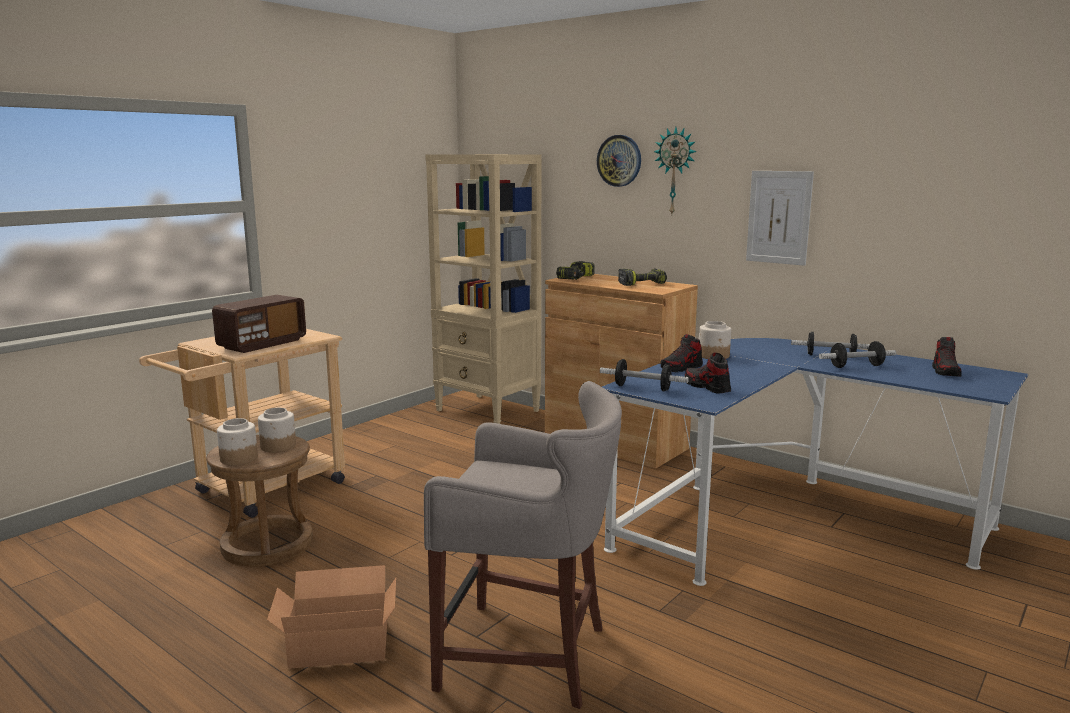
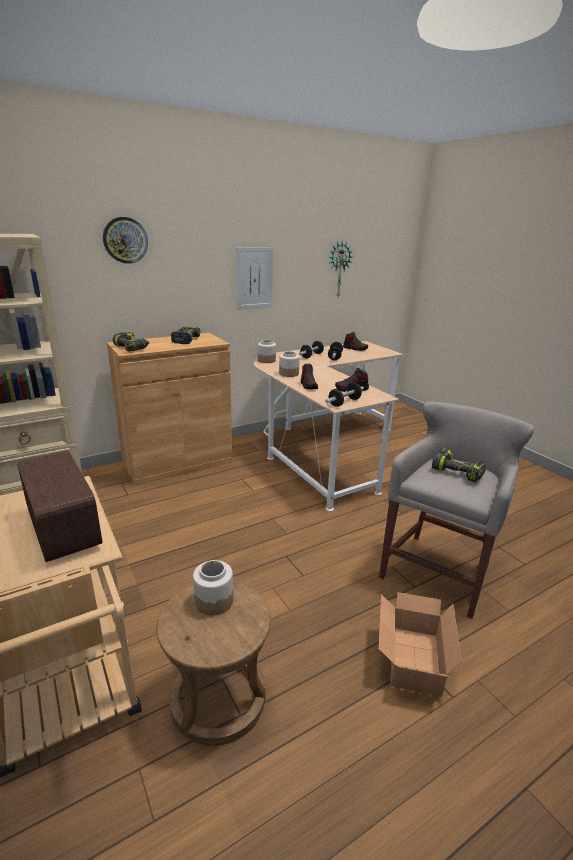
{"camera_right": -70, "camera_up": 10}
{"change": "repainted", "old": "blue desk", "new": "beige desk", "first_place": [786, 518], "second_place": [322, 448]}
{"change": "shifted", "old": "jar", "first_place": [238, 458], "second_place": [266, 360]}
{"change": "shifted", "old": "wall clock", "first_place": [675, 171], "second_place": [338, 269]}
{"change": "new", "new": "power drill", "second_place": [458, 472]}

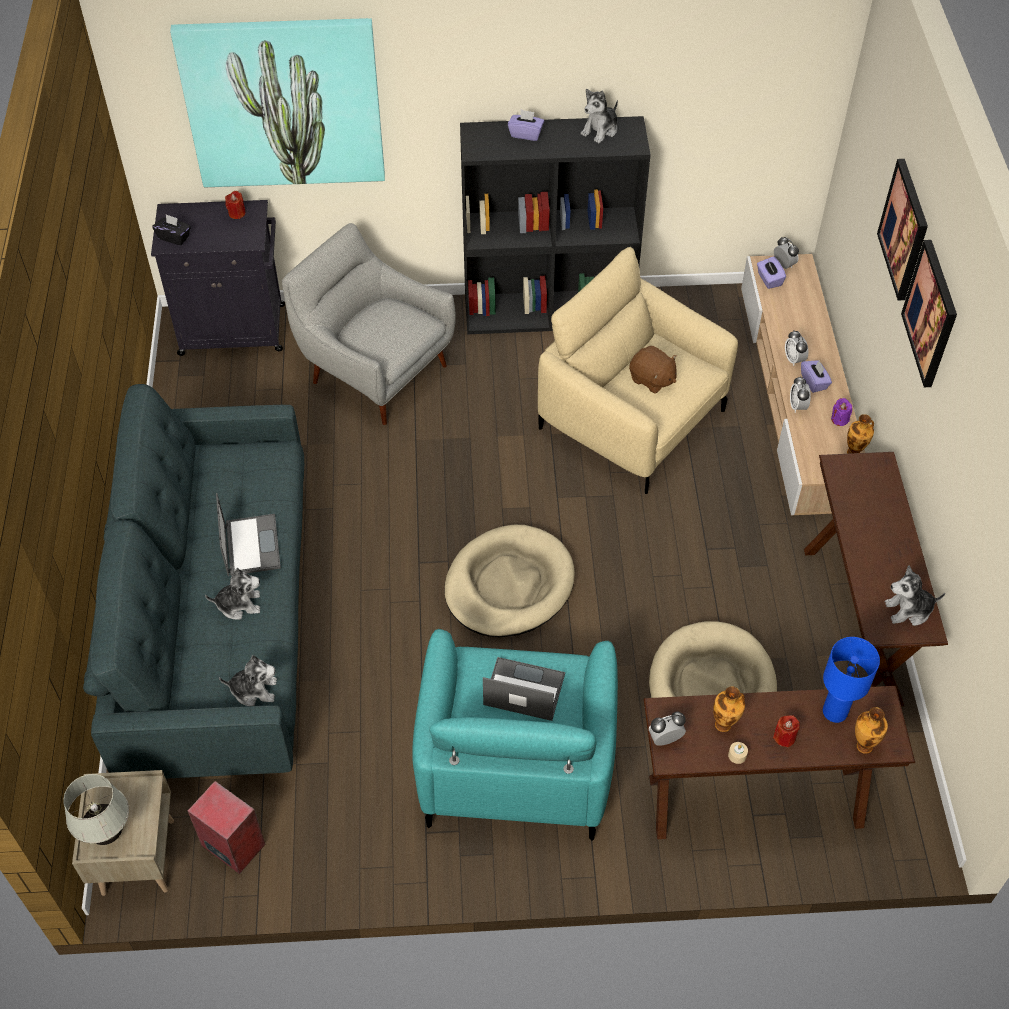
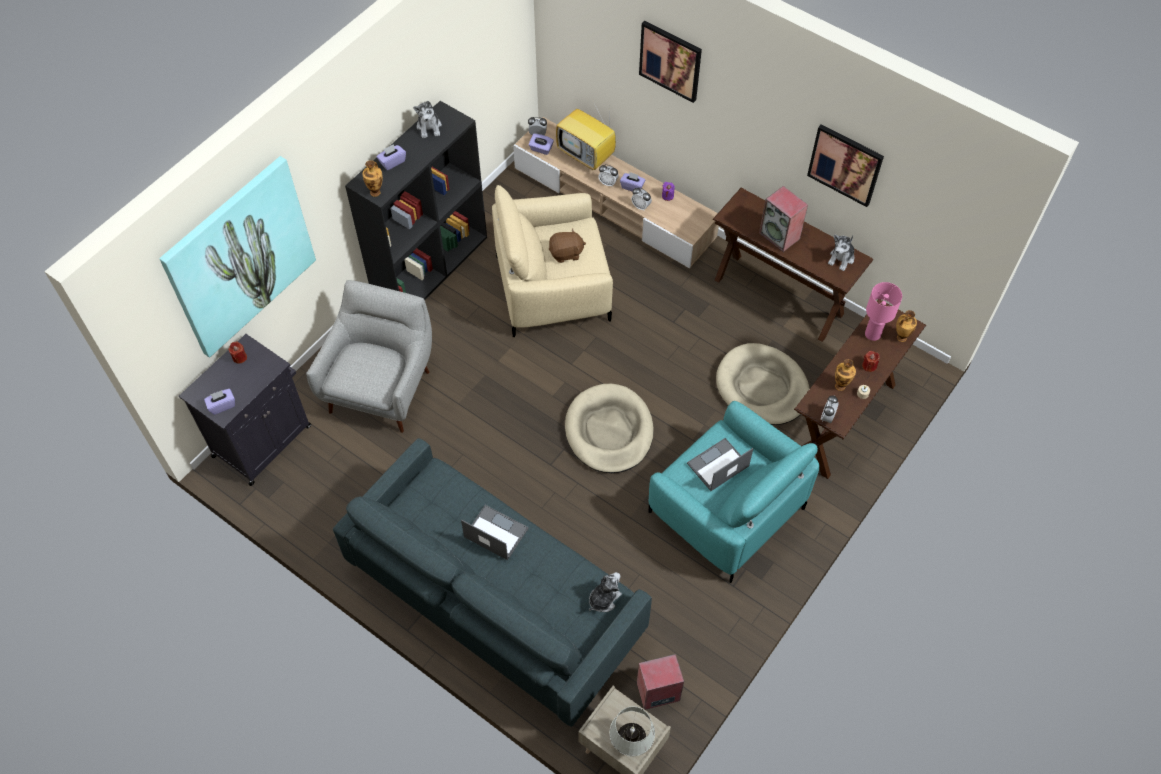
{"camera_right": -50, "camera_up": 5}
{"change": "repainted", "old": "black tissue box", "new": "purple tissue box", "first_place": [174, 237], "second_place": [222, 405]}
{"change": "rotated", "old": "grey armchair", "first_place": [374, 371], "second_place": [382, 387], "degrees": 120}
{"change": "shifted", "old": "vase", "first_place": [854, 453], "second_place": [376, 192]}
{"change": "new", "new": "television", "second_place": [587, 155]}
{"change": "new", "new": "speaker", "second_place": [780, 236]}
{"change": "shifted", "old": "picture", "first_place": [931, 313], "second_place": [845, 164]}
{"change": "repainted", "old": "blue table lamp", "new": "pink table lamp", "first_place": [834, 711], "second_place": [872, 334]}
{"change": "gone", "old": "plush toy", "first_place": [239, 604]}

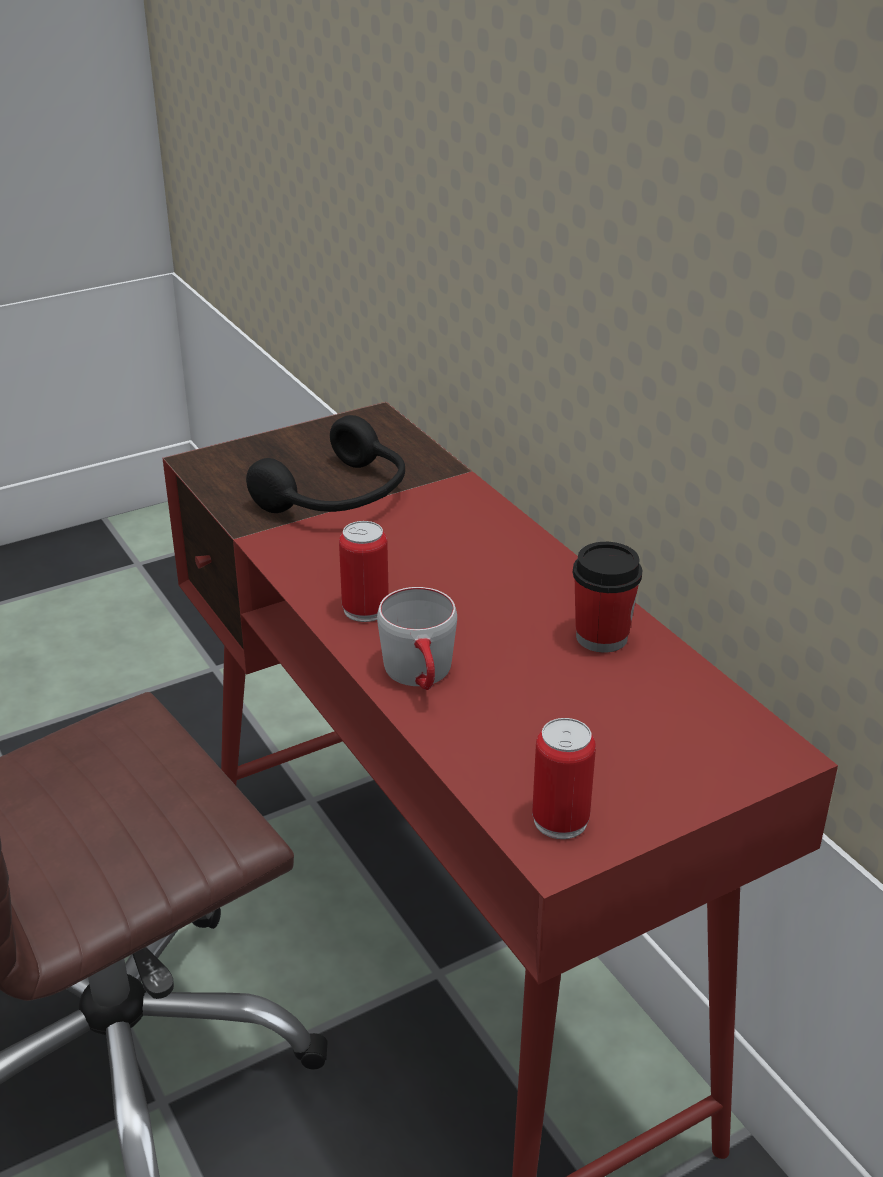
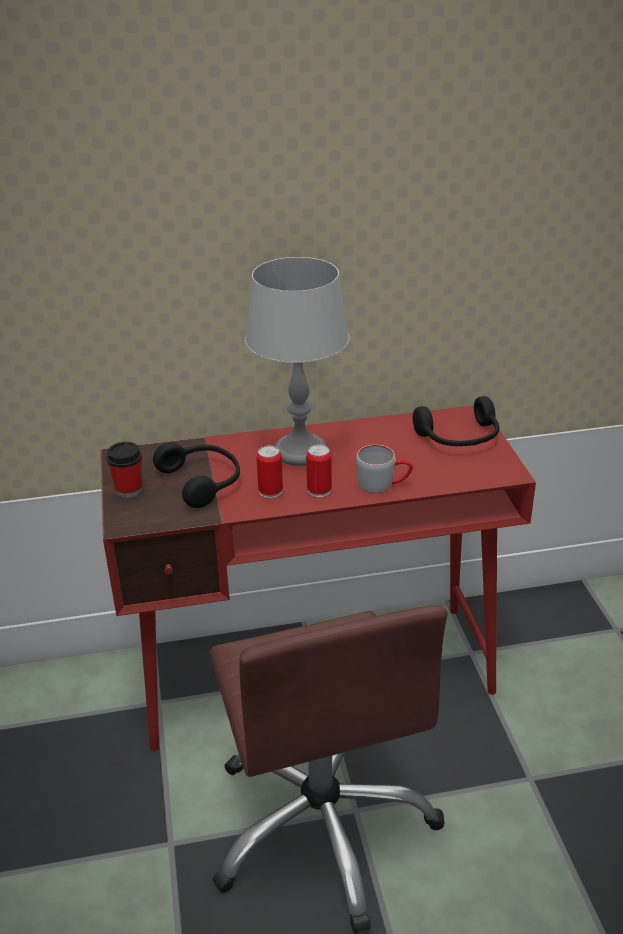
{"camera_right": -70, "camera_up": 0}
{"change": "shifted", "old": "cup", "first_place": [601, 637], "second_place": [129, 490]}
{"change": "new", "new": "grey table lamp", "second_place": [300, 452]}
{"change": "shifted", "old": "can", "first_place": [560, 820], "second_place": [270, 491]}
{"change": "new", "new": "black headphones", "second_place": [459, 438]}

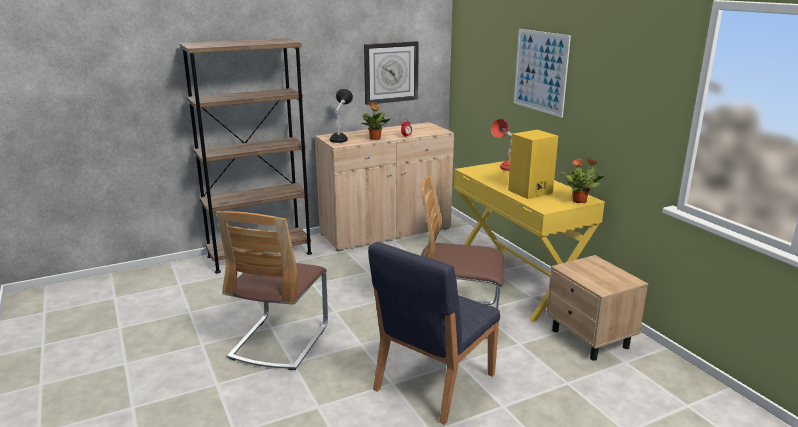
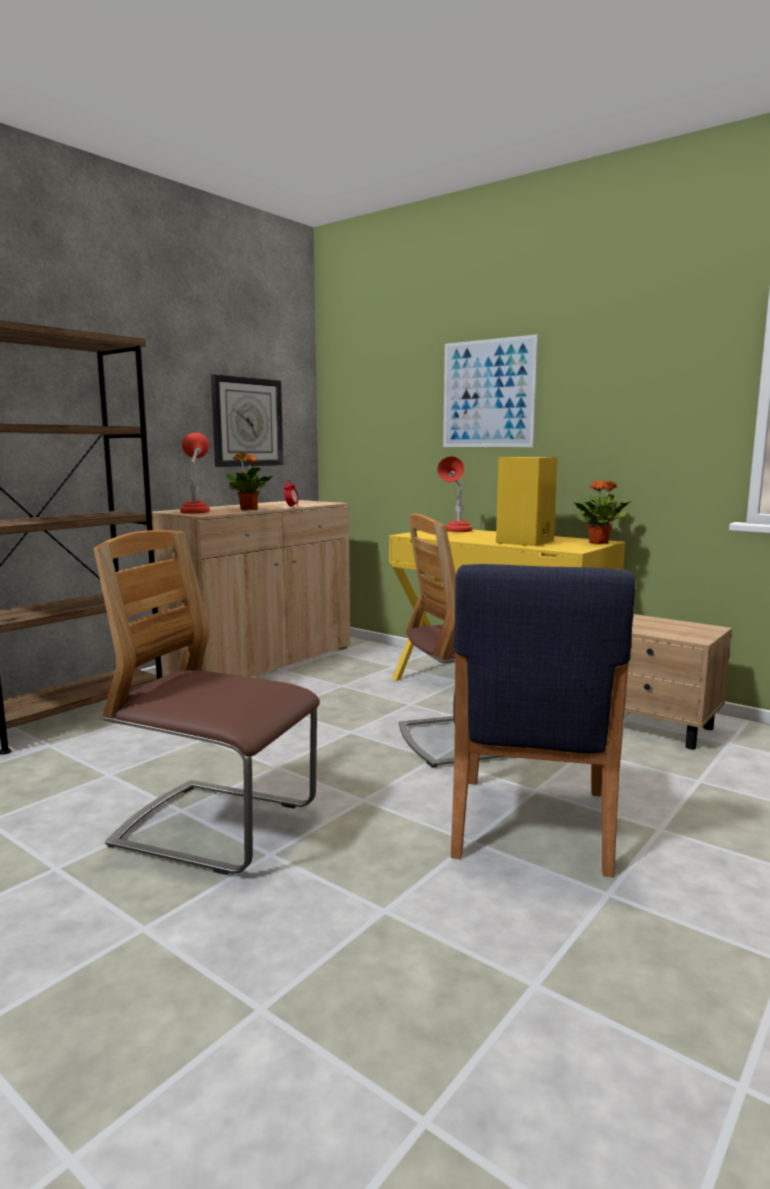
{"camera_right": -25, "camera_up": -10}
{"change": "rotated", "old": "chair", "first_place": [279, 341], "second_place": [216, 827], "degrees": 120}
{"change": "repainted", "old": "black table lamp", "new": "red table lamp", "first_place": [340, 139], "second_place": [196, 512]}

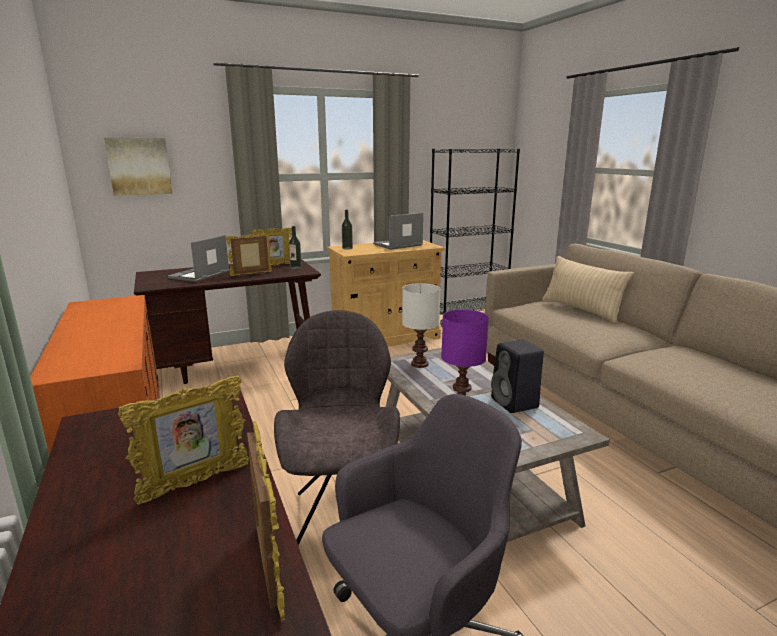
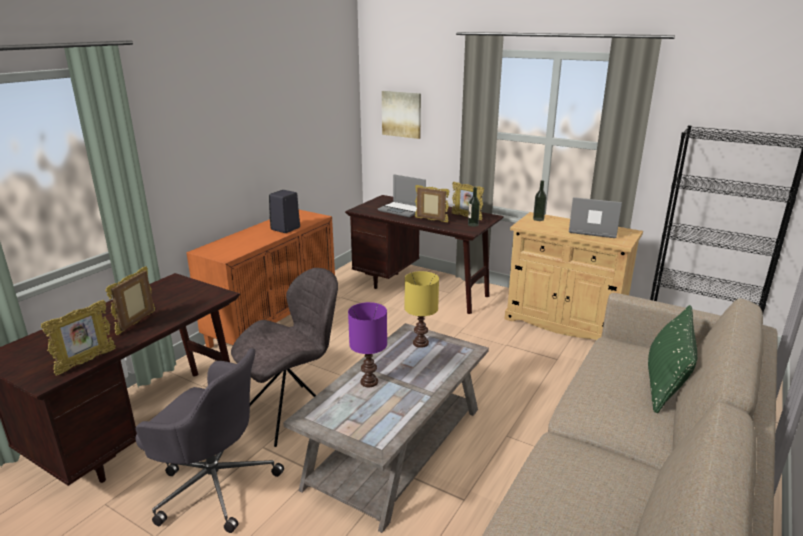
{"camera_right": 55, "camera_up": 5}
{"change": "rotated", "old": "picture frame", "first_place": [195, 483], "second_place": [137, 323], "degrees": 90}
{"change": "shifted", "old": "black speaker", "first_place": [515, 403], "second_place": [285, 229]}
{"change": "rotated", "old": "laptop", "first_place": [200, 275], "second_place": [402, 210], "degrees": -135}
{"change": "repainted", "old": "white table lamp", "new": "yellow table lamp", "first_place": [420, 364], "second_place": [421, 343]}
{"change": "repainted", "old": "beige pillow", "new": "green pillow", "first_place": [581, 310], "second_place": [666, 382]}

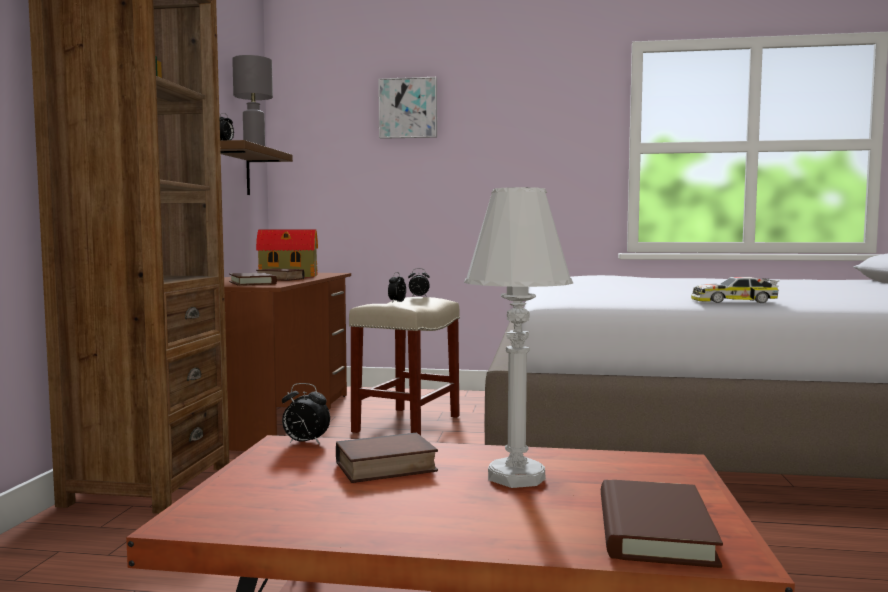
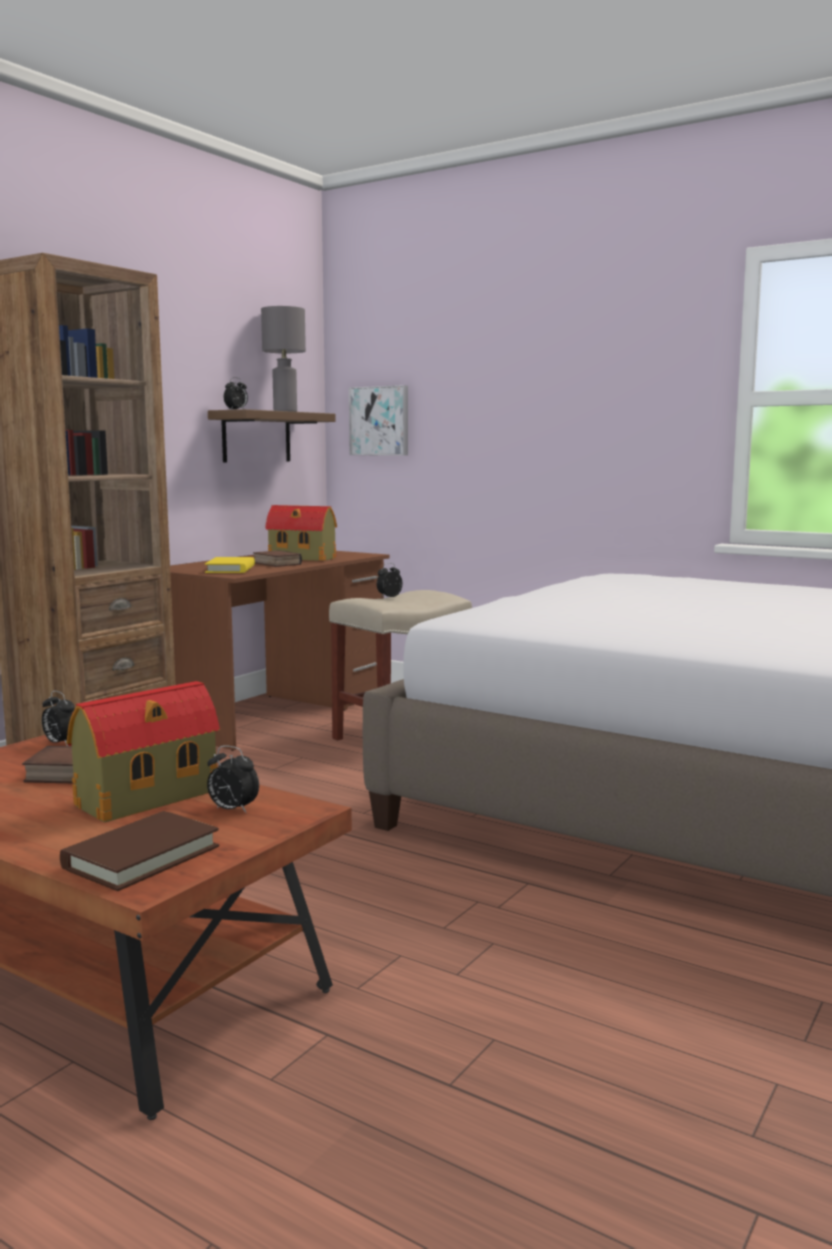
{"camera_right": 25, "camera_up": 5}
{"change": "swapped", "old": "white table lamp", "new": "toy house", "first_place": [516, 477], "second_place": [144, 799]}
{"change": "repainted", "old": "brown book", "new": "yellow book", "first_place": [252, 283], "second_place": [230, 569]}
{"change": "shifted", "old": "alarm clock", "first_place": [418, 297], "second_place": [232, 810]}
{"change": "shifted", "old": "picture", "first_place": [408, 108], "second_place": [380, 421]}
{"change": "gone", "old": "toy car", "first_place": [733, 301]}

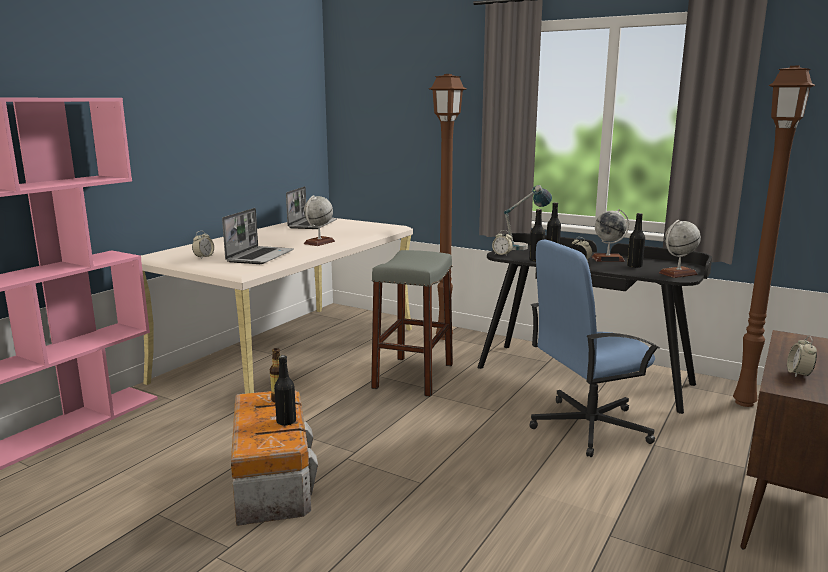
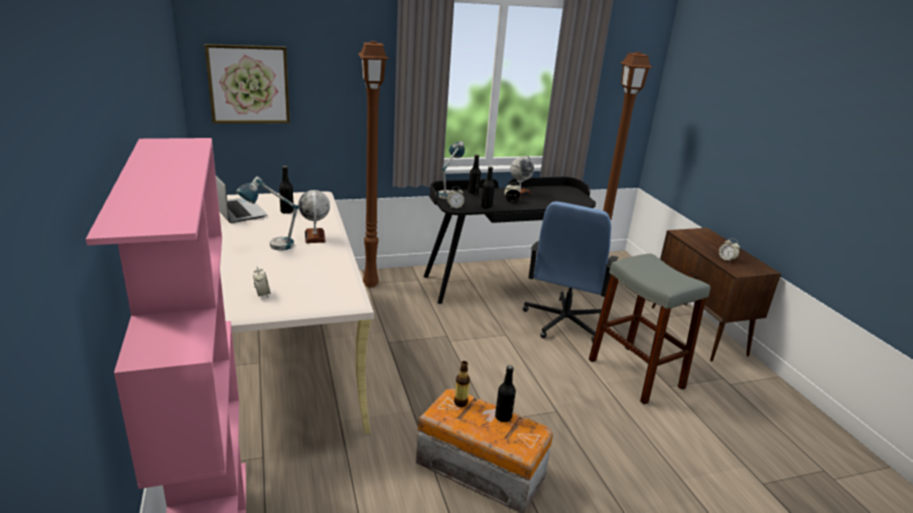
{"camera_right": -50, "camera_up": 10}
{"change": "new", "new": "picture", "second_place": [249, 84]}
{"change": "new", "new": "table lamp", "second_place": [270, 246]}
{"change": "shifted", "old": "black bottle", "first_place": [634, 266], "second_place": [287, 211]}
{"change": "shifted", "old": "grey stool", "first_place": [413, 376], "second_place": [635, 373]}
{"change": "gone", "old": "laptop", "first_place": [260, 256]}
{"change": "gone", "old": "globe", "first_place": [678, 273]}

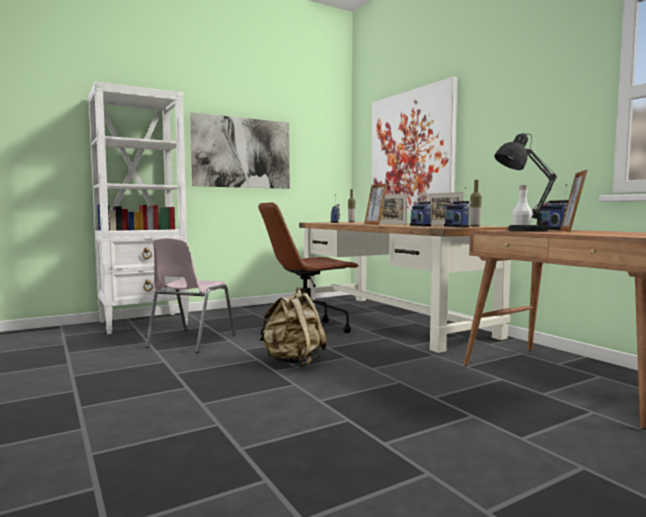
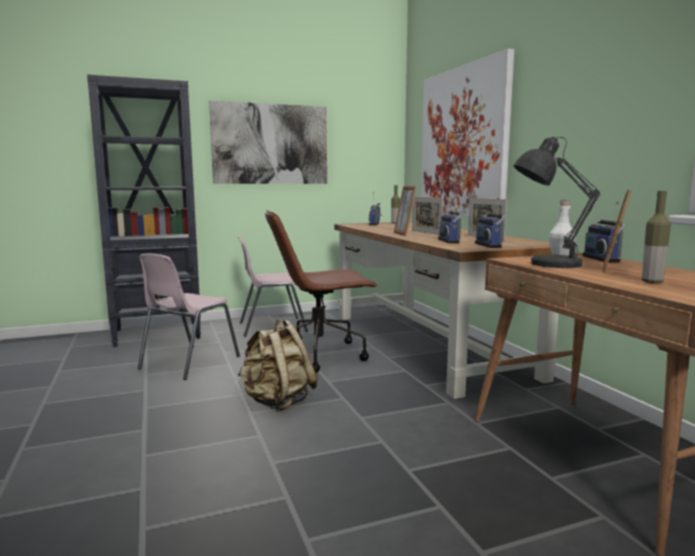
{"camera_right": 10, "camera_up": 5}
{"change": "repainted", "old": "white bookcase", "new": "black bookcase", "first_place": [144, 323], "second_place": [158, 334]}
{"change": "new", "new": "pink chair", "second_place": [271, 327]}
{"change": "shifted", "old": "bottle", "first_place": [475, 226], "second_place": [652, 282]}

